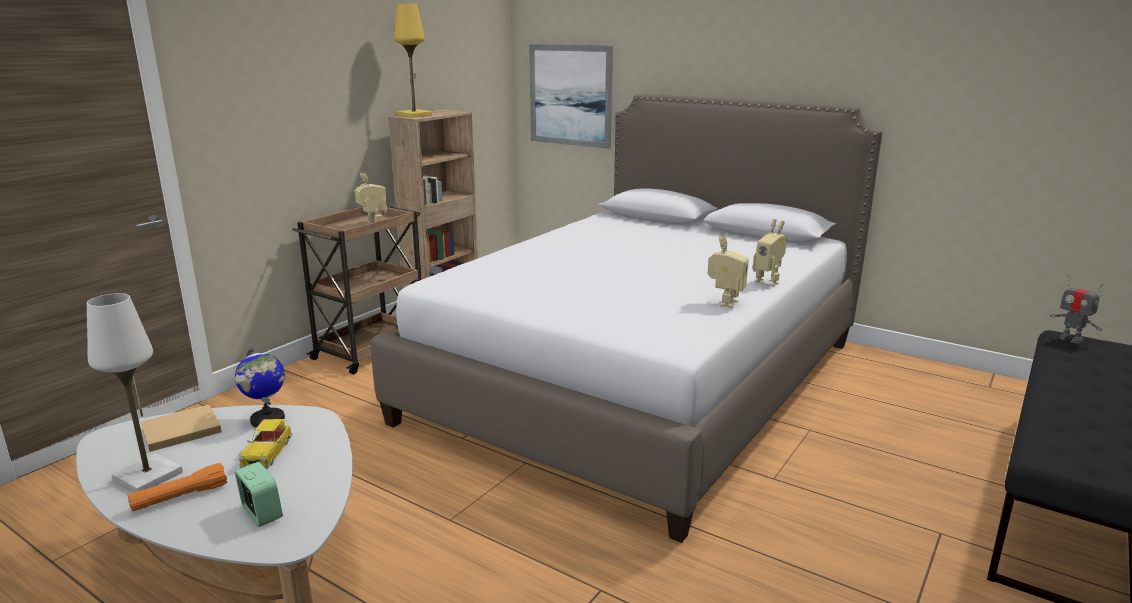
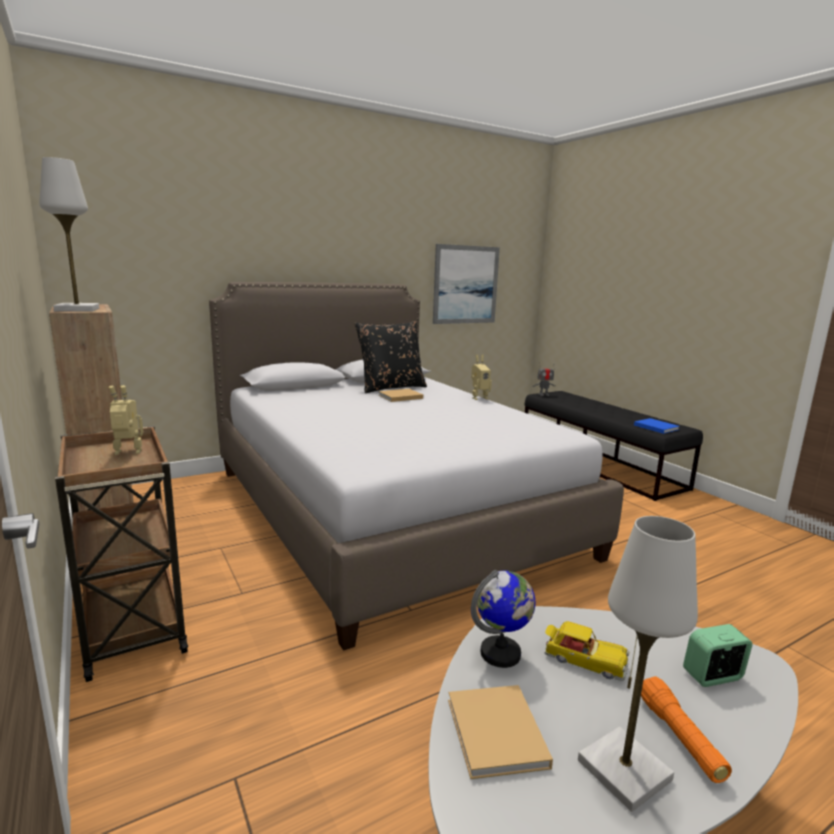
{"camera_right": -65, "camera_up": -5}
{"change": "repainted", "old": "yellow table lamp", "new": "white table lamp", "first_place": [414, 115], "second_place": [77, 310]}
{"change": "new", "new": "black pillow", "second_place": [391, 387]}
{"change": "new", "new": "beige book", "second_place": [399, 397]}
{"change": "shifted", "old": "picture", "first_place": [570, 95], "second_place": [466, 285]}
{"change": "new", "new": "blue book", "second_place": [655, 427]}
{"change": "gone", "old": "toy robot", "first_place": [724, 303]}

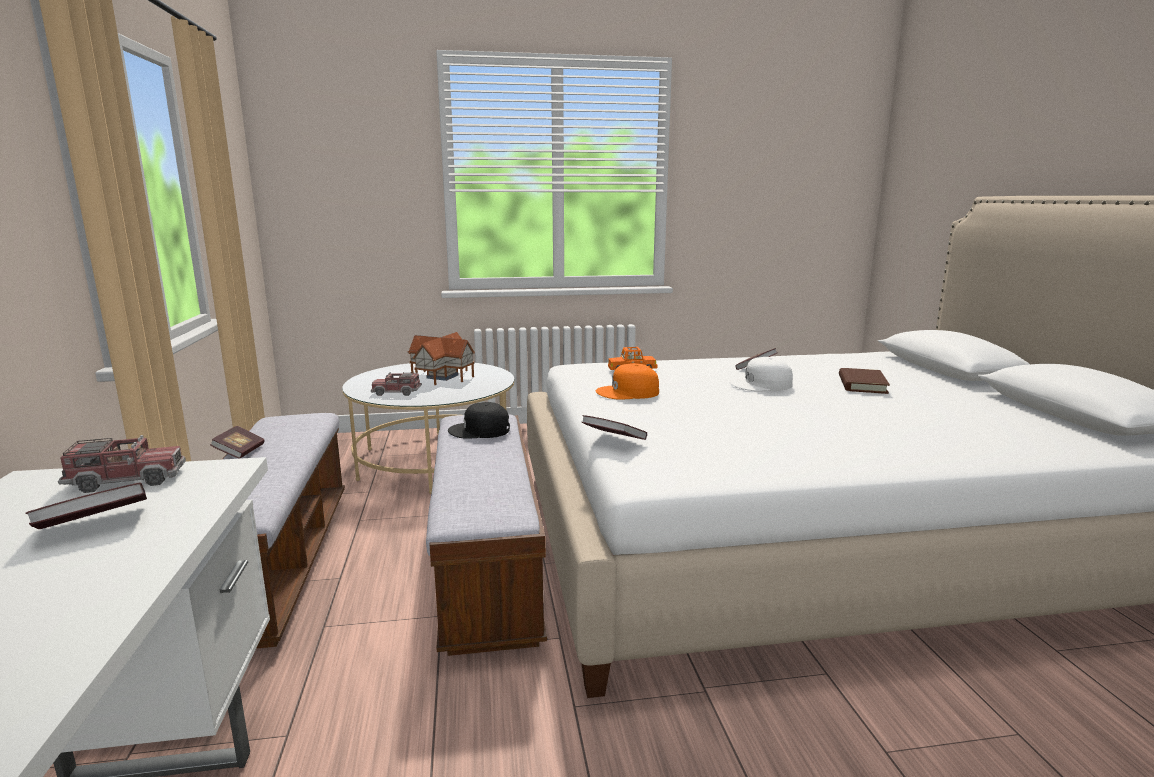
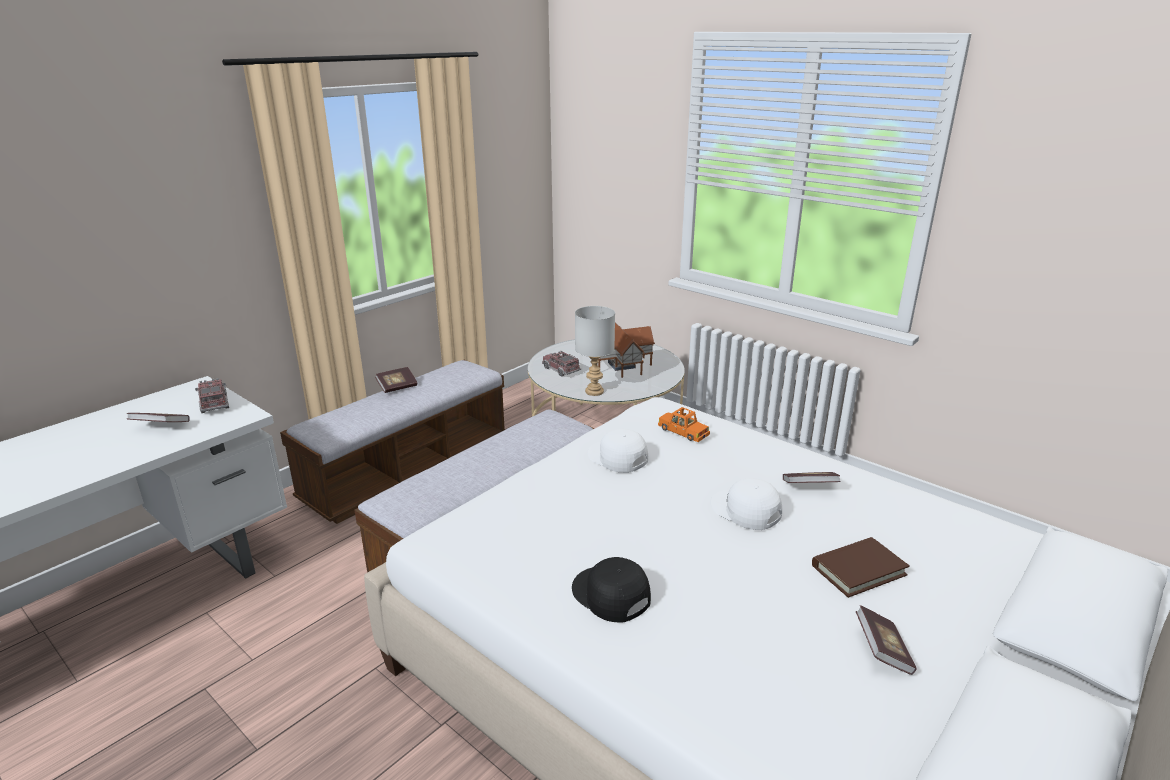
{"camera_right": 50, "camera_up": 10}
{"change": "rotated", "old": "toy truck", "first_place": [127, 480], "second_place": [214, 403], "degrees": -150}
{"change": "shifted", "old": "black cap", "first_place": [480, 430], "second_place": [610, 595]}
{"change": "new", "new": "grey table lamp", "second_place": [593, 391]}
{"change": "repainted", "old": "orange cap", "new": "white cap", "first_place": [628, 392], "second_place": [617, 457]}
{"change": "shifted", "old": "book", "first_place": [613, 440], "second_place": [882, 651]}

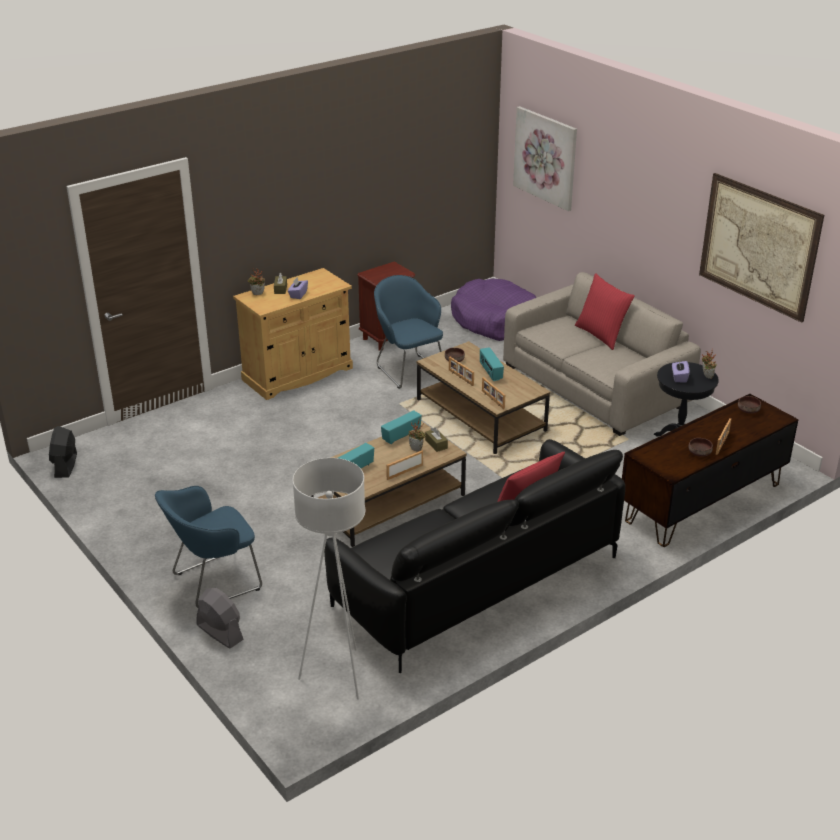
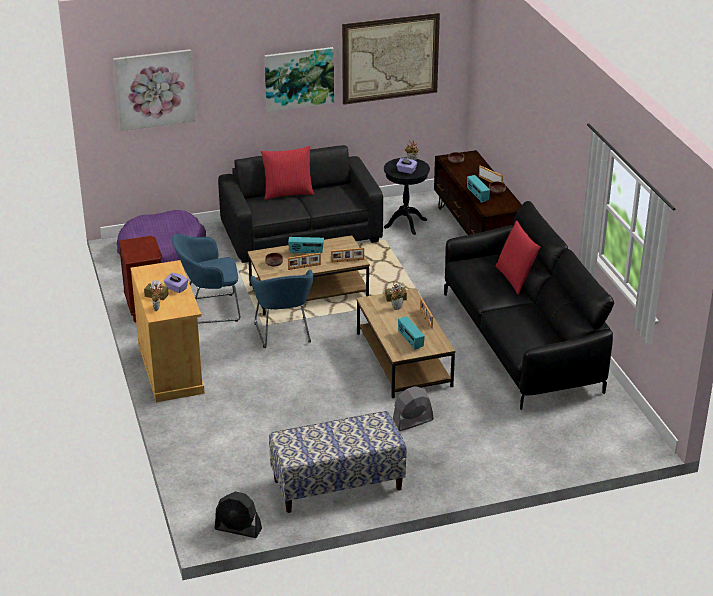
{"camera_right": -70, "camera_up": 0}
{"change": "repainted", "old": "beige sofa", "new": "black sofa", "first_place": [595, 385], "second_place": [301, 233]}
{"change": "shifted", "old": "blue armchair", "first_place": [213, 582], "second_place": [284, 334]}
{"change": "new", "new": "picture", "second_place": [299, 78]}
{"change": "new", "new": "bench", "second_place": [337, 485]}
{"change": "shifted", "old": "grey fan", "first_place": [220, 632], "second_place": [412, 422]}
{"change": "shifted", "old": "radio", "first_place": [401, 436], "second_place": [477, 196]}
{"change": "gone", "old": "white floor lamp", "first_place": [338, 675]}

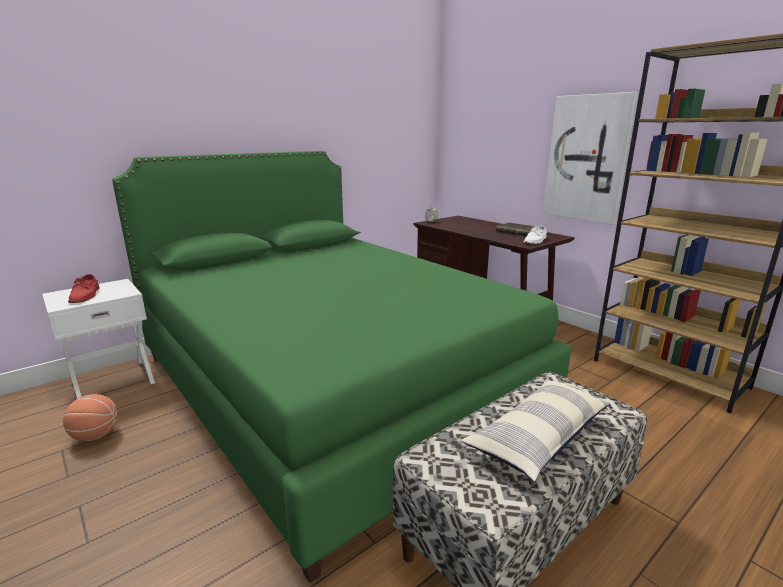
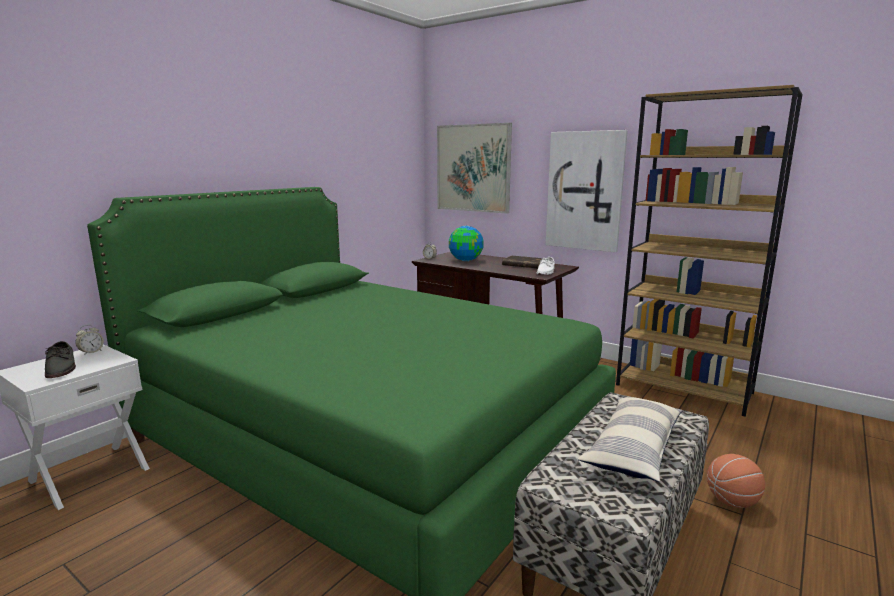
{"camera_right": -15, "camera_up": -5}
{"change": "repainted", "old": "red shoe", "new": "grey shoe", "first_place": [85, 295], "second_place": [61, 368]}
{"change": "new", "new": "alarm clock", "second_place": [91, 352]}
{"change": "new", "new": "picture", "second_place": [473, 168]}
{"change": "new", "new": "globe", "second_place": [466, 260]}
{"change": "shifted", "old": "basketball", "first_place": [95, 436], "second_place": [731, 501]}

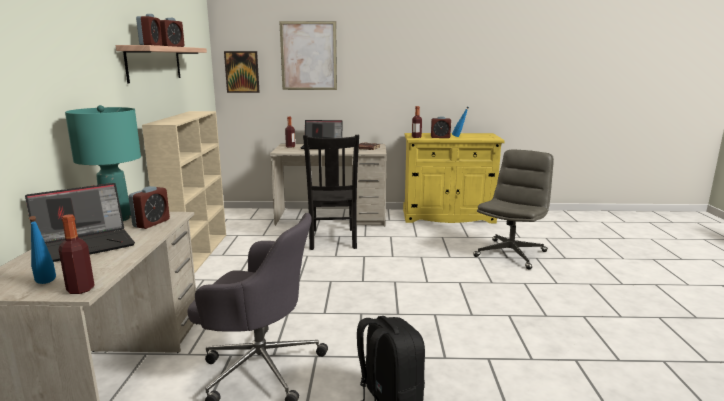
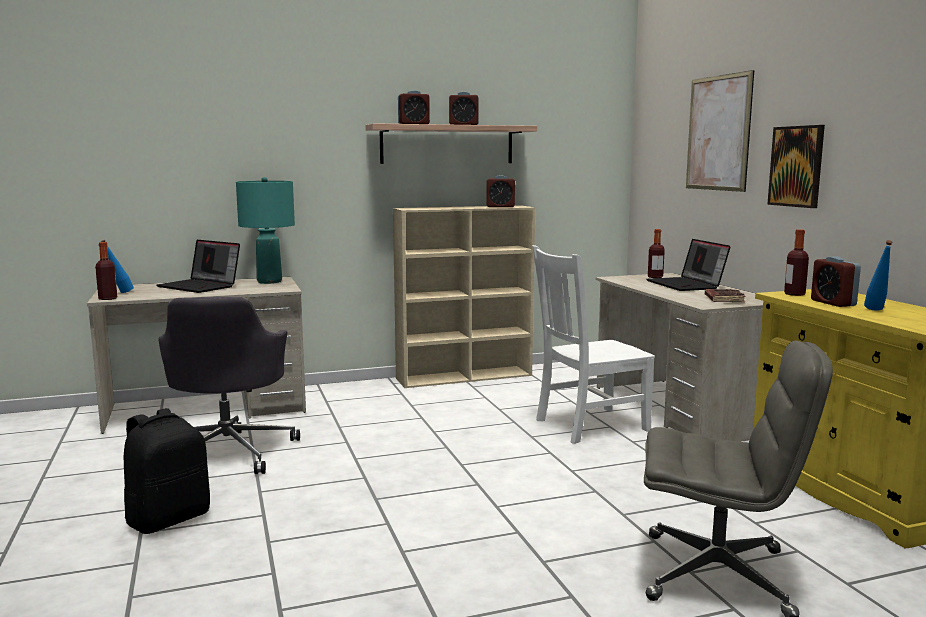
{"camera_right": 70, "camera_up": -5}
{"change": "shifted", "old": "alarm clock", "first_place": [151, 223], "second_place": [500, 206]}
{"change": "repainted", "old": "black chair", "new": "white chair", "first_place": [332, 240], "second_place": [588, 425]}
{"change": "shifted", "old": "picture", "first_place": [242, 72], "second_place": [796, 166]}

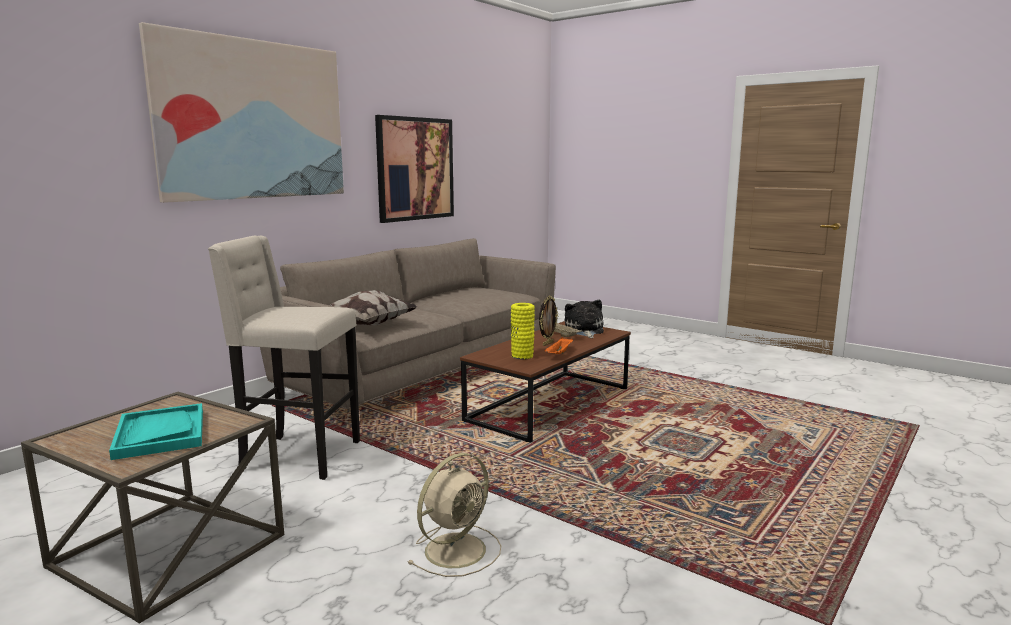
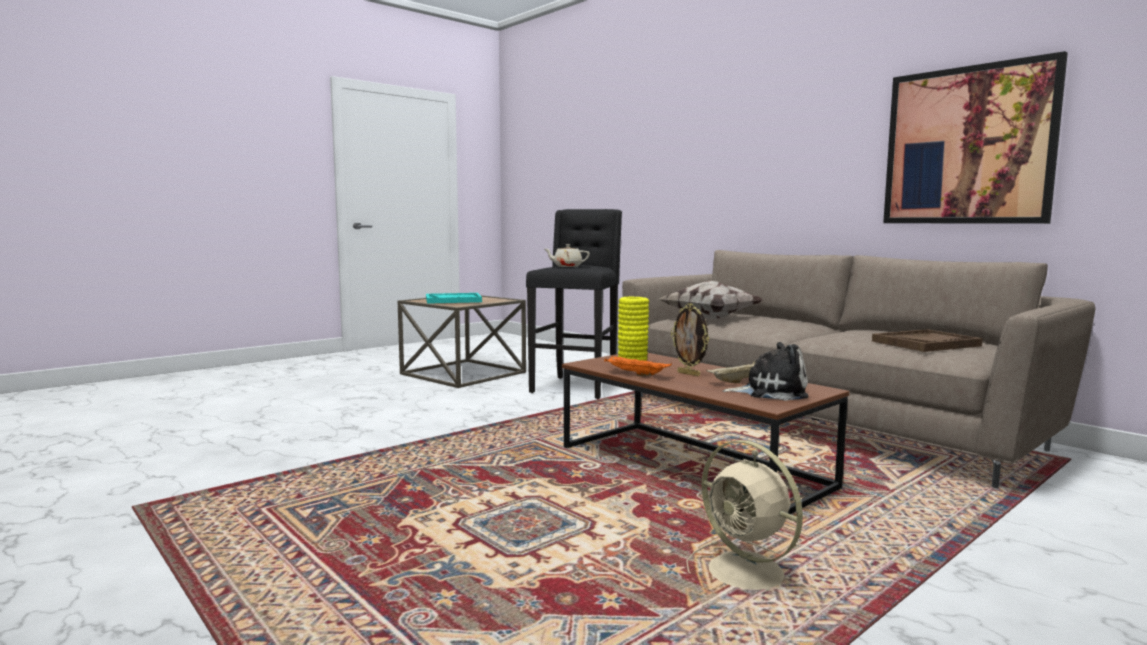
{"camera_right": 100, "camera_up": -5}
{"change": "repainted", "old": "beige stool", "new": "black stool", "first_place": [298, 456], "second_place": [576, 387]}
{"change": "new", "new": "beige teapot", "second_place": [567, 266]}
{"change": "shifted", "old": "beige fan", "first_place": [457, 549], "second_place": [749, 574]}
{"change": "new", "new": "brown tray", "second_place": [925, 343]}
{"change": "gone", "old": "picture", "first_place": [253, 120]}

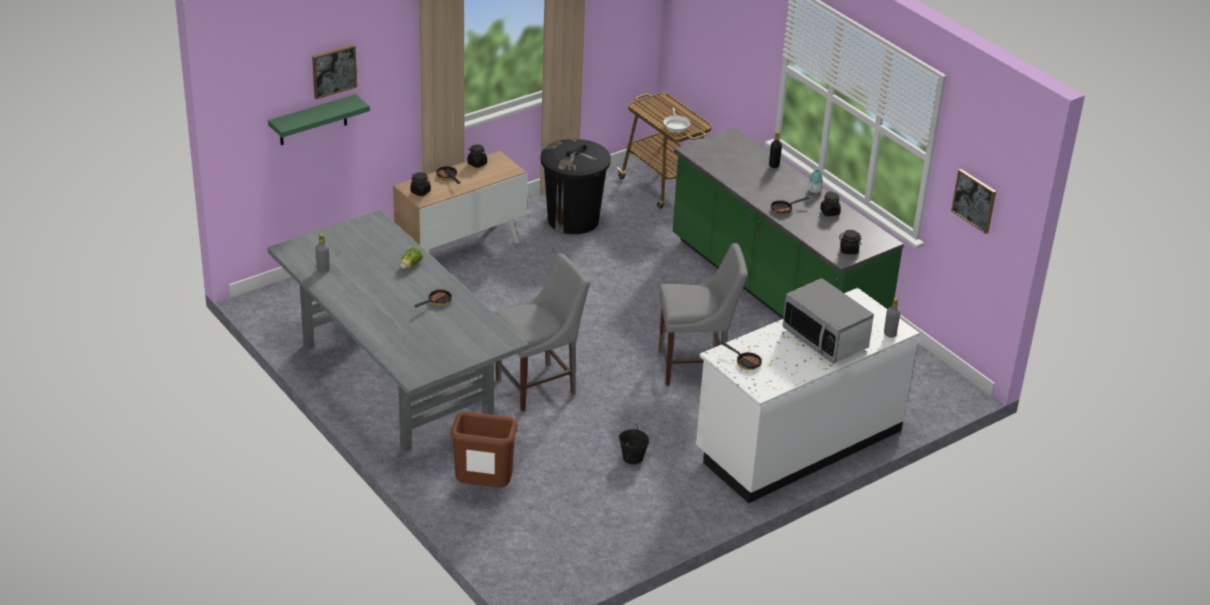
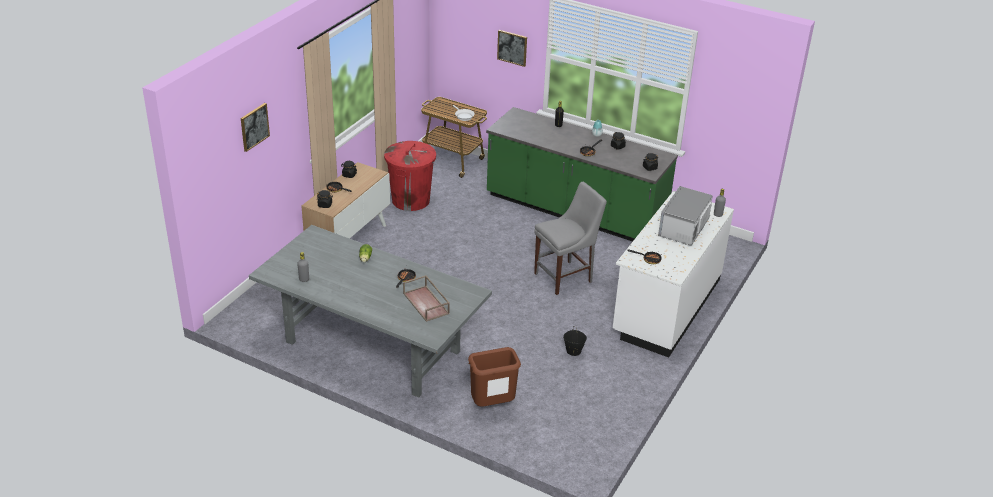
{"camera_right": -25, "camera_up": 0}
{"change": "repainted", "old": "black trash can", "new": "red trash can", "first_place": [573, 220], "second_place": [411, 200]}
{"change": "new", "new": "brown tray", "second_place": [427, 303]}
{"change": "shifted", "old": "picture", "first_place": [974, 200], "second_place": [512, 47]}
{"change": "rotated", "old": "microwave", "first_place": [825, 339], "second_place": [683, 229], "degrees": 90}
{"change": "gone", "old": "green shelf", "first_place": [313, 120]}
{"change": "gone", "old": "grey chair", "first_place": [539, 386]}

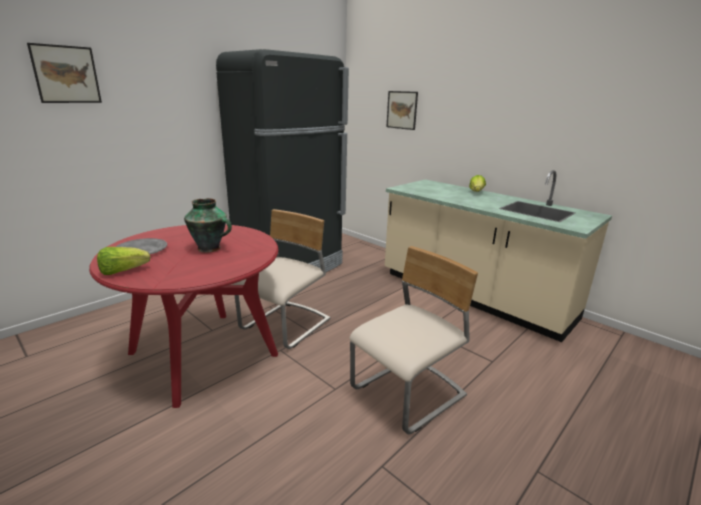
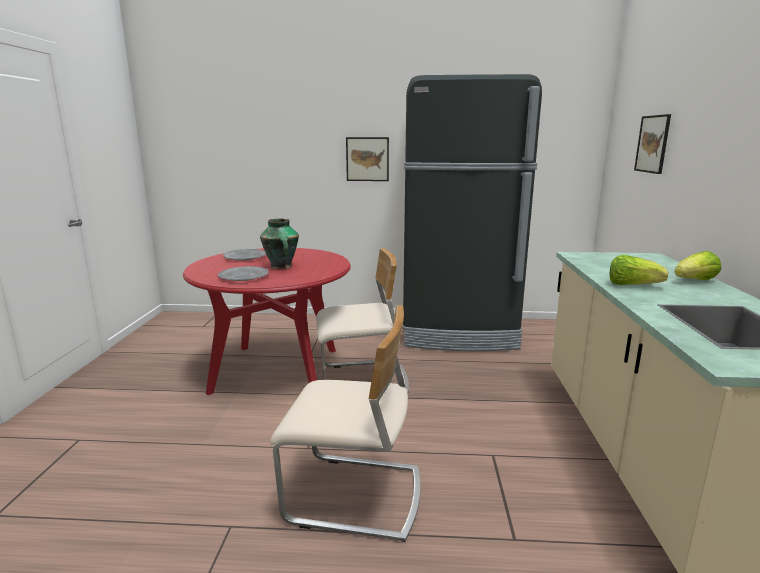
{"camera_right": 50, "camera_up": -5}
{"change": "new", "new": "grey plate", "second_place": [244, 277]}
{"change": "shifted", "old": "picture", "first_place": [66, 74], "second_place": [367, 159]}
{"change": "shifted", "old": "lettuce", "first_place": [123, 271], "second_place": [632, 285]}

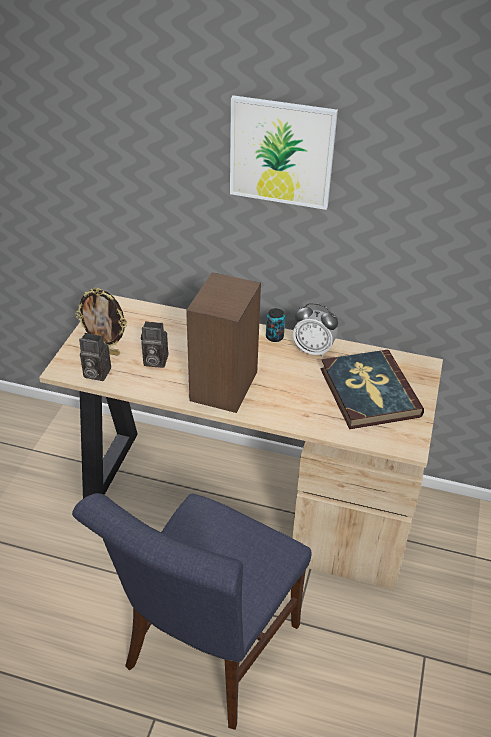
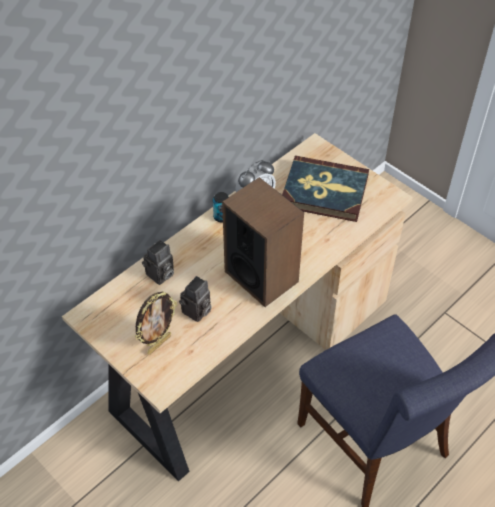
{"camera_right": -60, "camera_up": 10}
{"change": "shifted", "old": "photo camera", "first_place": [95, 373], "second_place": [160, 275]}
{"change": "gone", "old": "picture", "first_place": [281, 152]}

